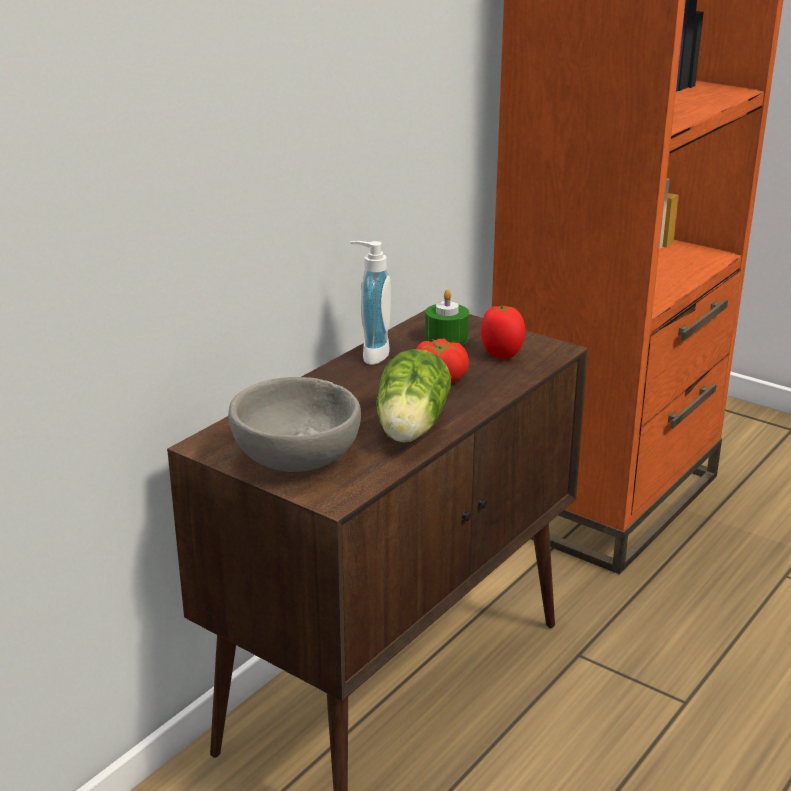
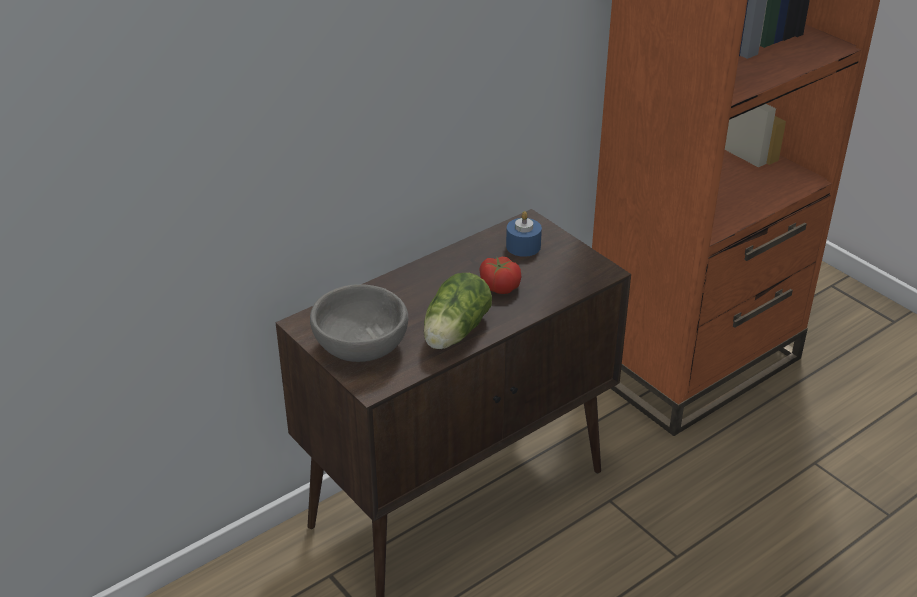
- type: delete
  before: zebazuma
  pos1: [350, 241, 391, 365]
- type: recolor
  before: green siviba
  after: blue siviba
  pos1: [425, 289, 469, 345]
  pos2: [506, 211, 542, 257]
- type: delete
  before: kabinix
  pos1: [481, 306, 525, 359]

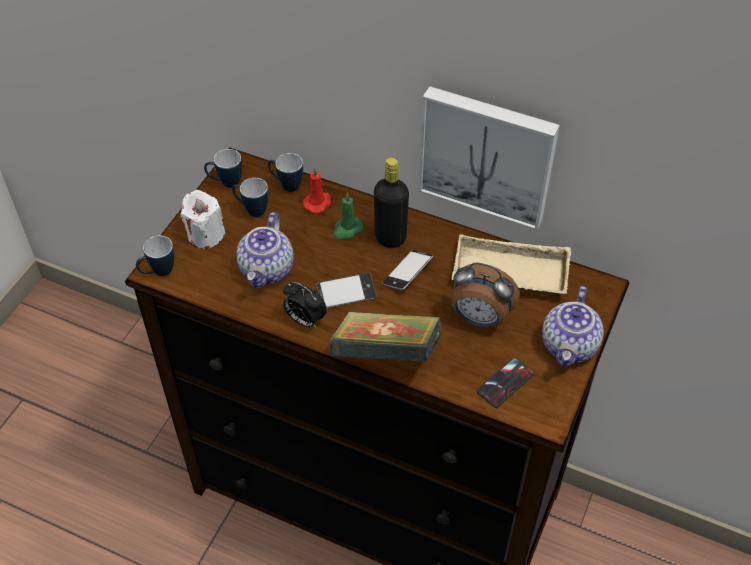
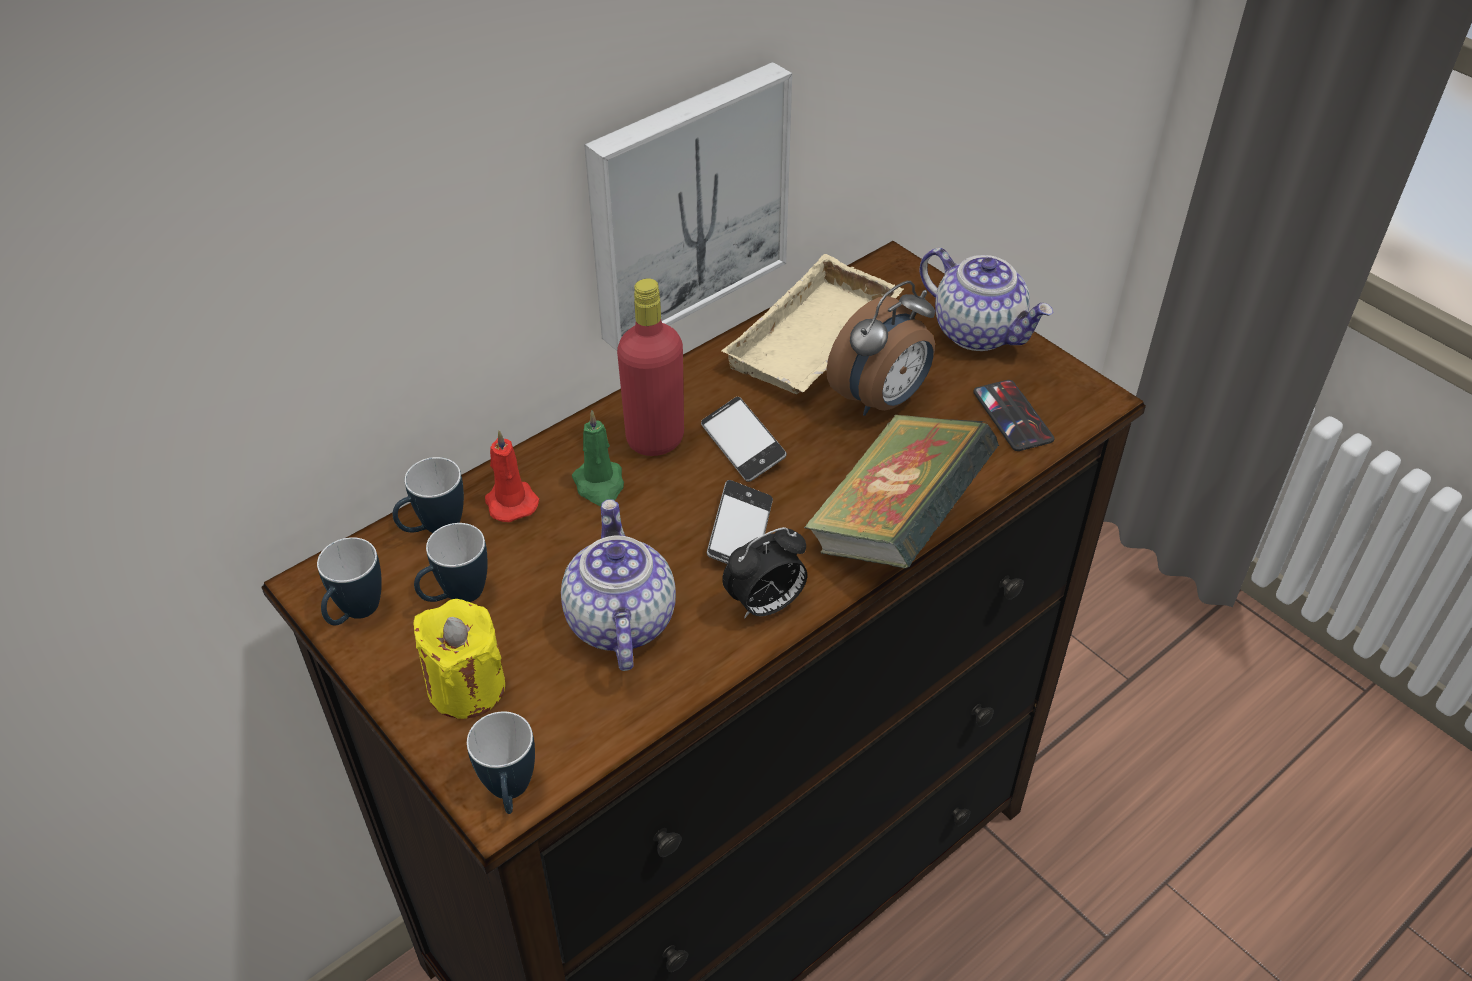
- type: recolor
  before: white siviba
  after: yellow siviba
  pos1: [180, 190, 225, 249]
  pos2: [413, 599, 505, 719]
- type: rotate
  before: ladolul
  pos1: [236, 212, 294, 289]
  pos2: [561, 499, 676, 671]
  turn: -135
- type: recolor
  before: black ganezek
  after: red ganezek
  pos1: [374, 158, 409, 248]
  pos2: [617, 278, 684, 456]

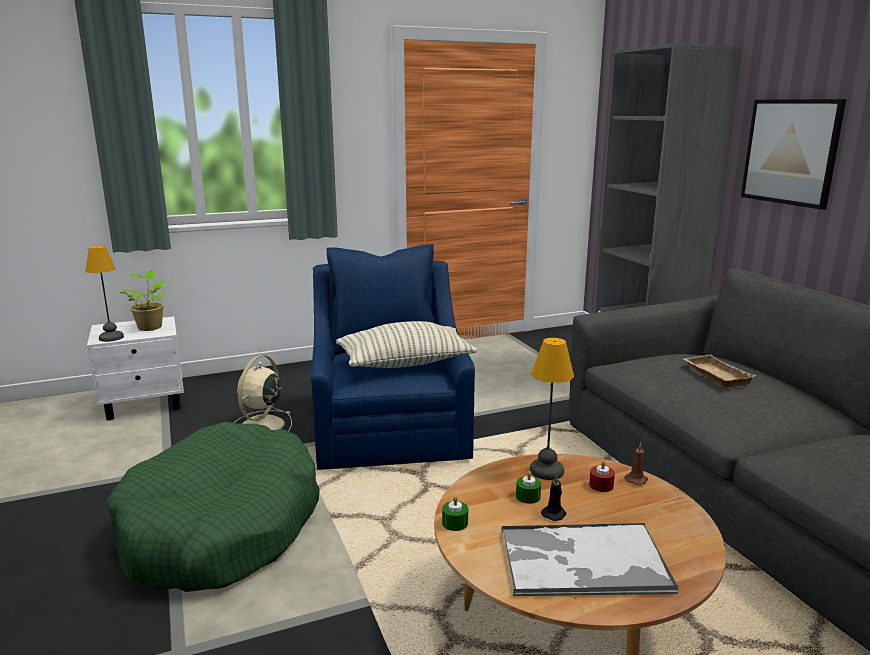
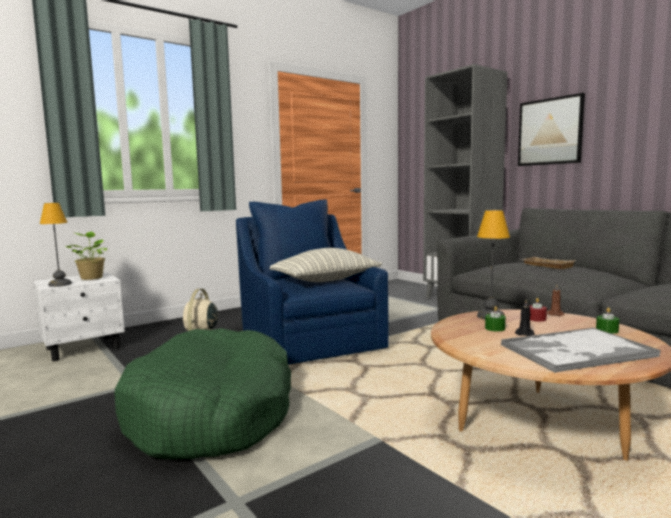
- type: move
  before: green siviba
  pos1: [442, 496, 468, 531]
  pos2: [596, 307, 619, 334]

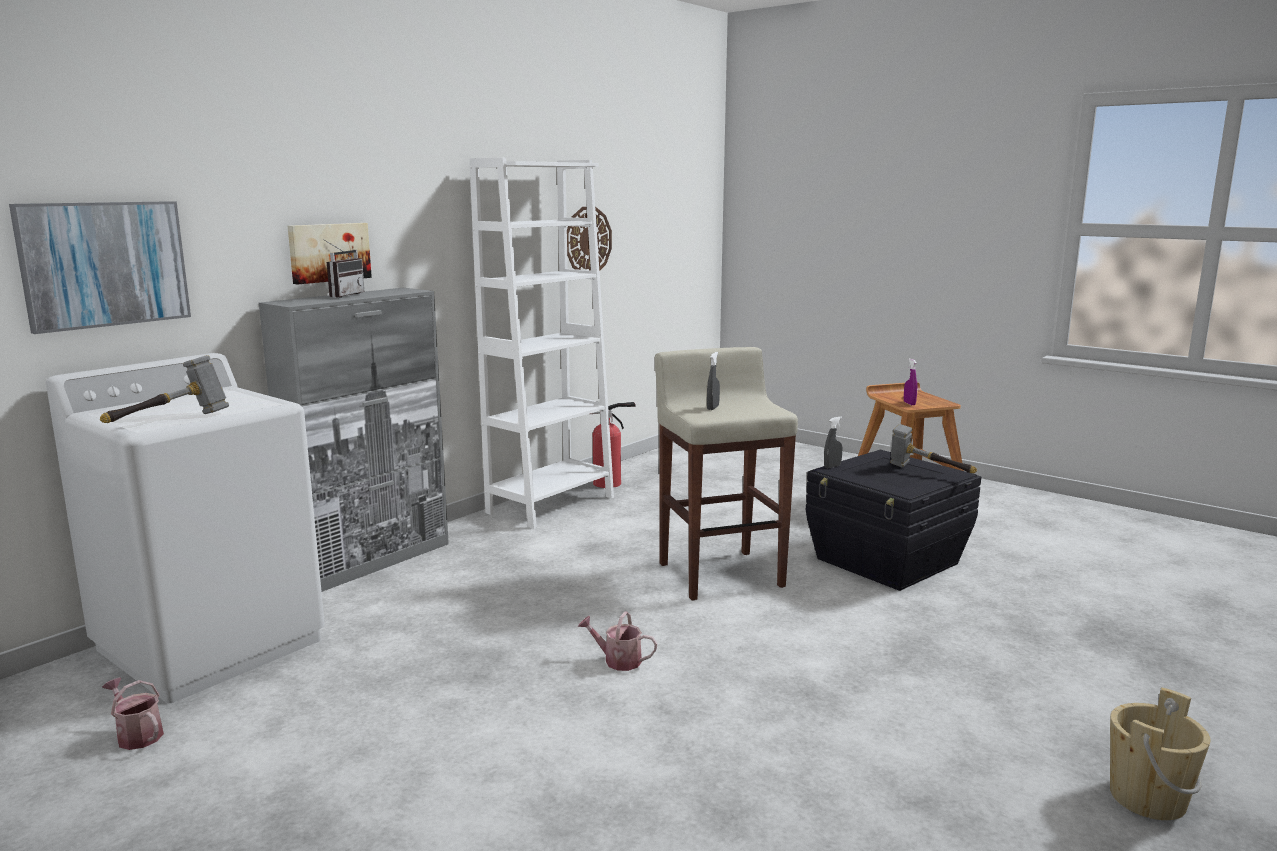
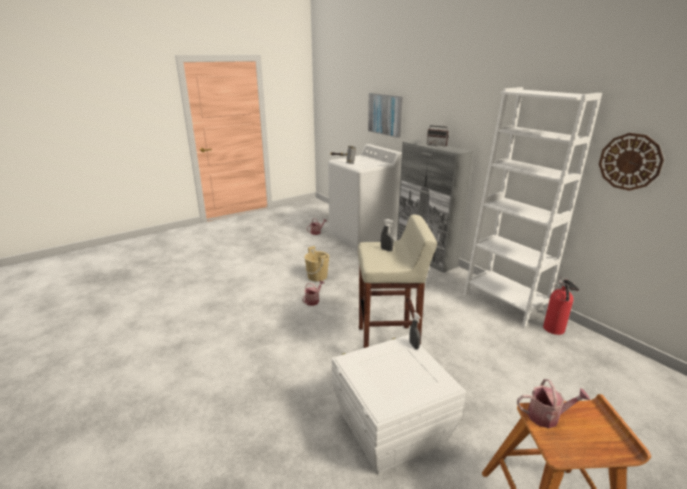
- type: delete
  before: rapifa
  pos1: [288, 223, 372, 285]
- type: recolor
  before: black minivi
  after: white minivi
  pos1: [806, 450, 981, 591]
  pos2: [332, 334, 466, 474]
- type: delete
  before: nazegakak
  pos1: [890, 424, 977, 473]
- type: replace
  before: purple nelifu
  after: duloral
  pos1: [904, 359, 917, 405]
  pos2: [517, 379, 590, 428]
- type: move
  before: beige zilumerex
  pos1: [1110, 687, 1211, 820]
  pos2: [305, 246, 329, 282]

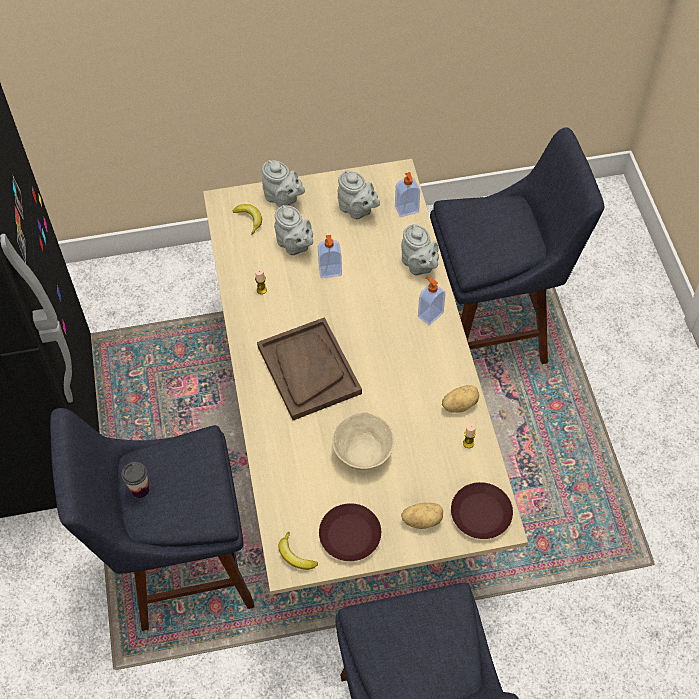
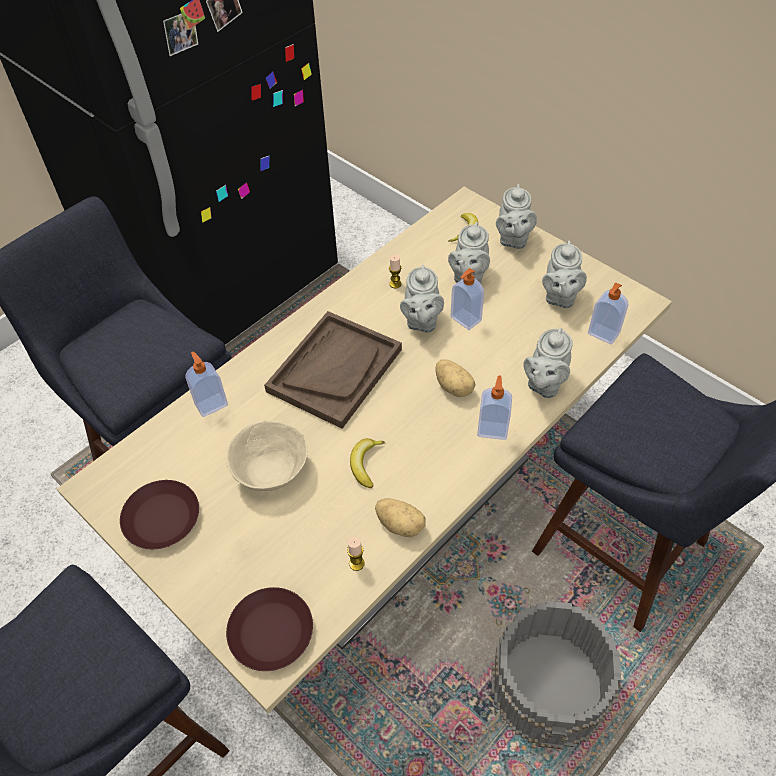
- type: delete
  before: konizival
  pos1: [121, 462, 149, 498]
- type: move
  before: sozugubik
  pos1: [278, 532, 318, 570]
  pos2: [350, 438, 385, 488]
- type: move
  before: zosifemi
  pos1: [401, 503, 443, 529]
  pos2: [435, 359, 476, 397]
- type: insert
  after: zebazuma
  pos2: [185, 352, 228, 417]
- type: insert
  after: grey ladolul
  pos2: [400, 264, 444, 333]
- type: insert
  after: grey zilumerex
  pos2: [491, 601, 621, 749]

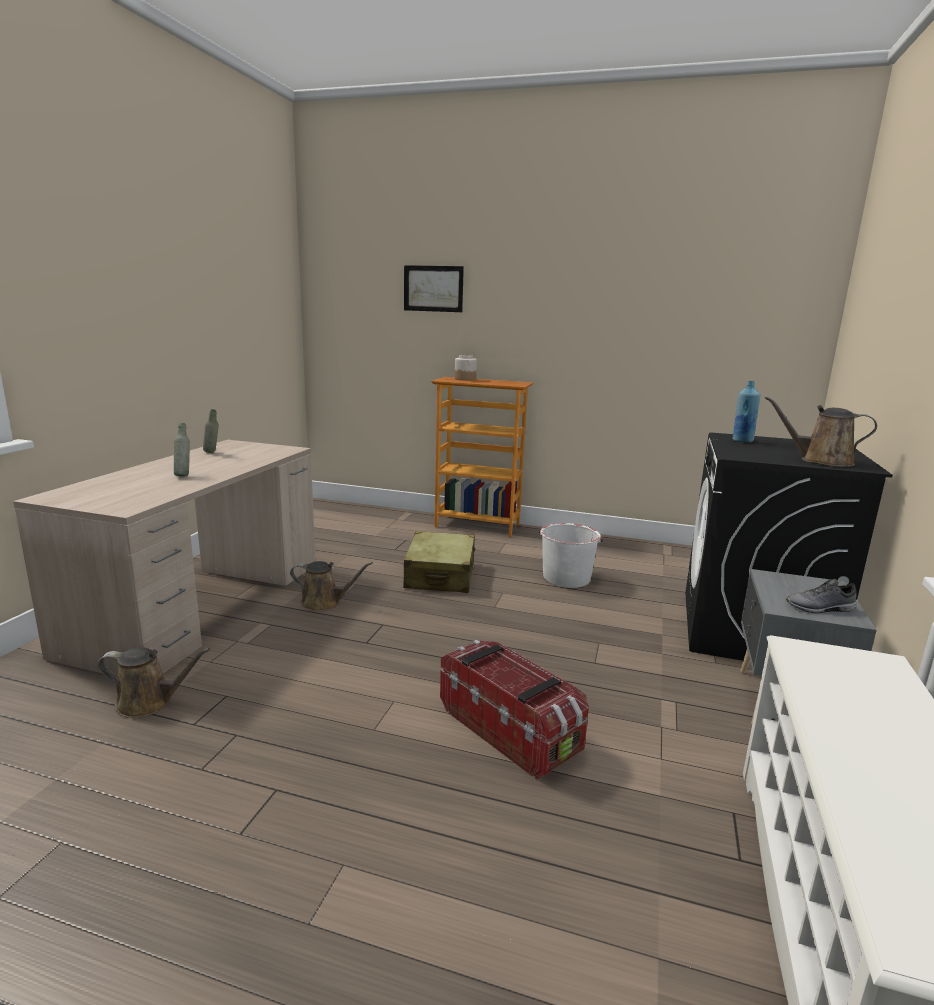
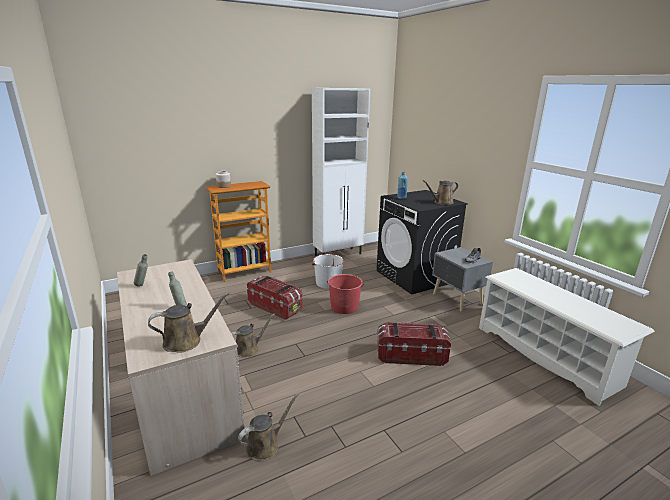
- type: replace
  before: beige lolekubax
  after: minivi
  pos1: [403, 531, 475, 593]
  pos2: [247, 276, 303, 320]
- type: delete
  before: rapifa
  pos1: [404, 265, 464, 312]
- type: insert
  after: brown duloral
  pos2: [148, 292, 229, 353]
- type: insert
  after: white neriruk
  pos2: [312, 88, 370, 256]
- type: insert
  after: red zilumerex
  pos2: [327, 274, 364, 314]

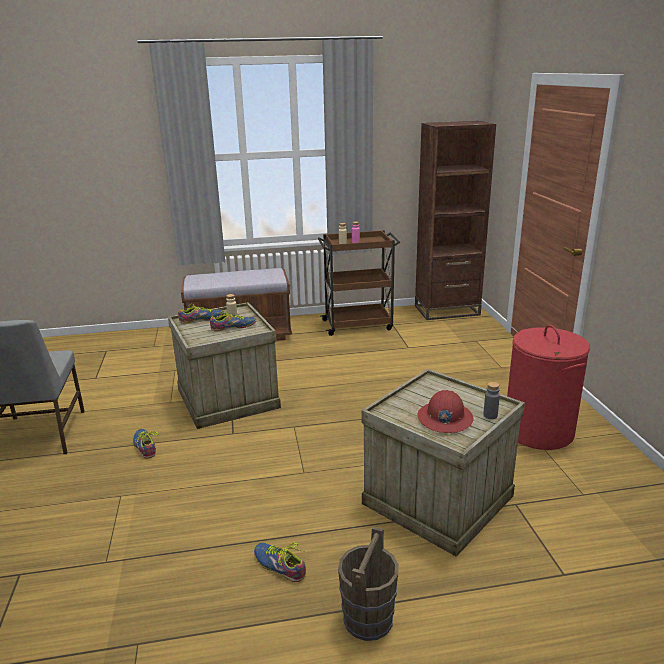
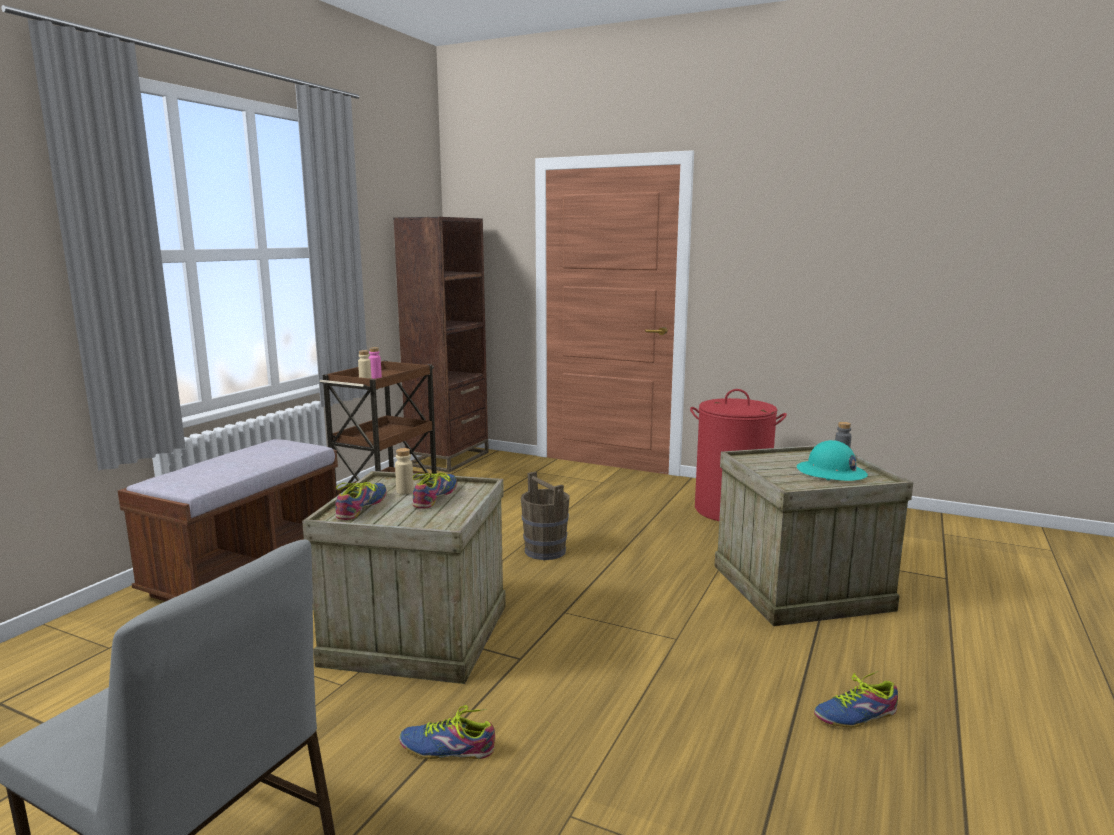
- type: move
  before: brown zilumerex
  pos1: [338, 526, 399, 641]
  pos2: [521, 472, 570, 560]
- type: recolor
  before: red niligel
  after: turquoise niligel
  pos1: [417, 390, 474, 433]
  pos2: [797, 440, 868, 481]

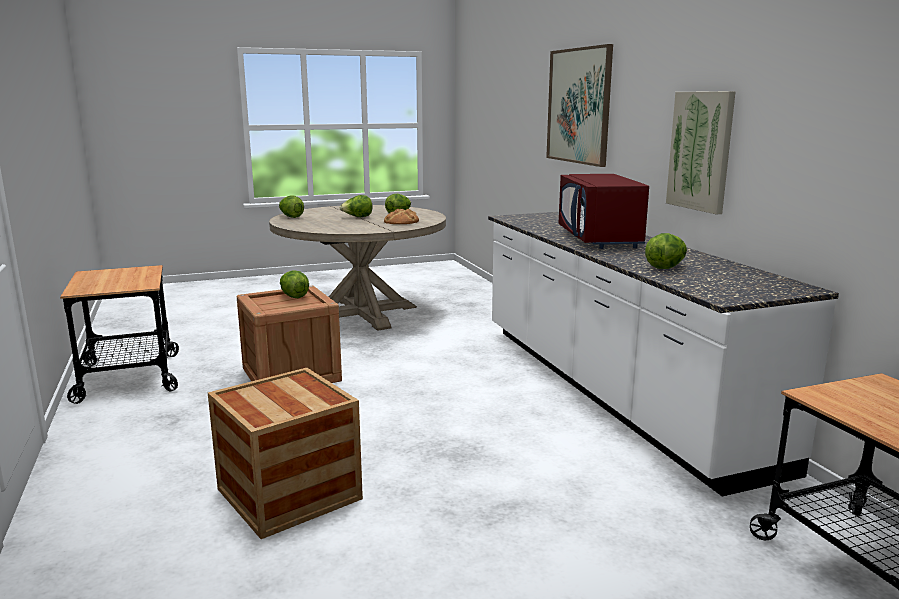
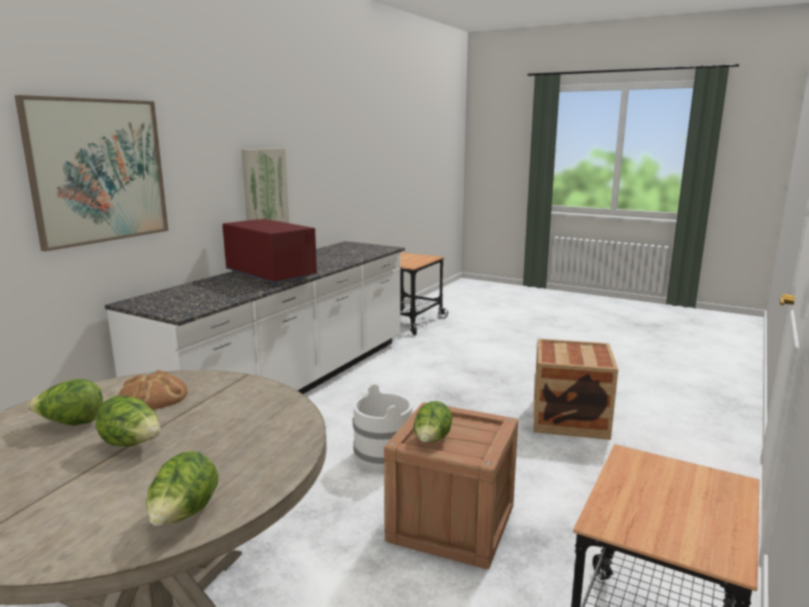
- type: rotate
  before: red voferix
  pos1: [559, 174, 649, 249]
  pos2: [222, 219, 317, 285]
  turn: -90
- type: delete
  before: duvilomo
  pos1: [645, 233, 687, 269]
- type: insert
  after: white zilumerex
  pos2: [353, 383, 412, 473]

